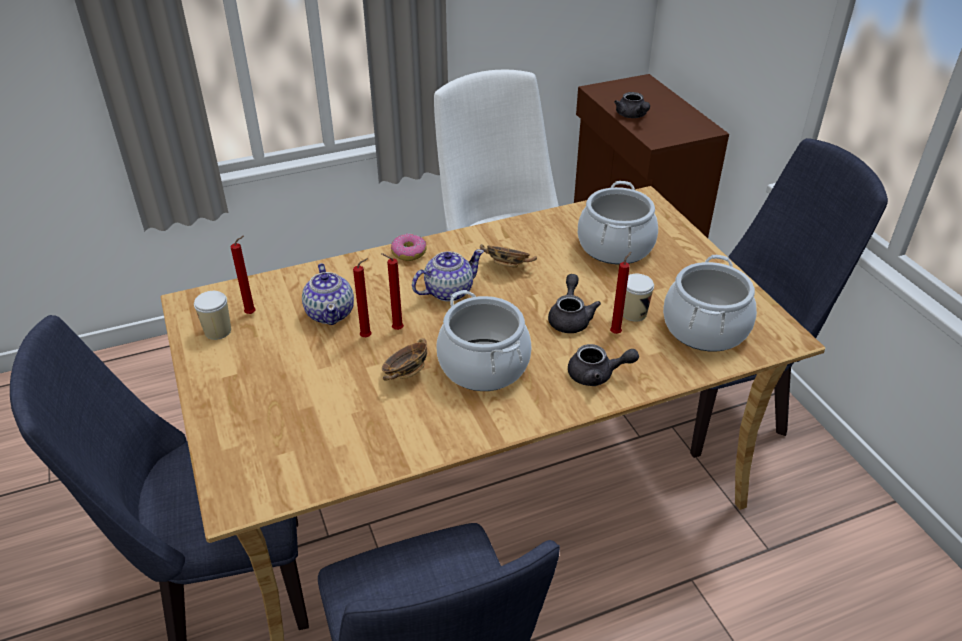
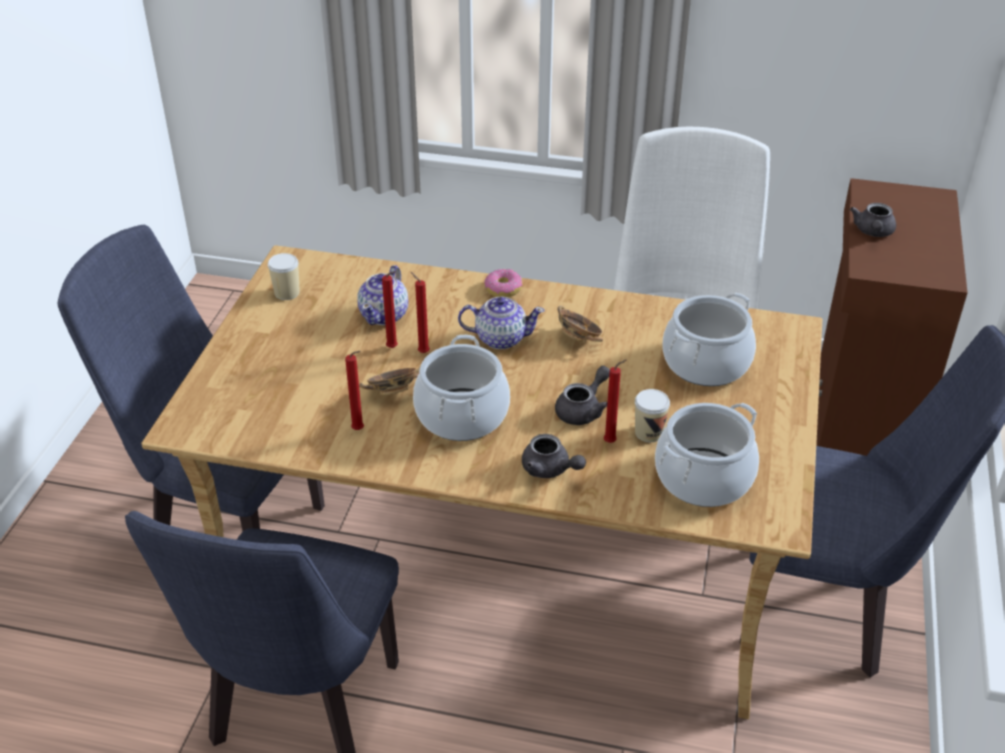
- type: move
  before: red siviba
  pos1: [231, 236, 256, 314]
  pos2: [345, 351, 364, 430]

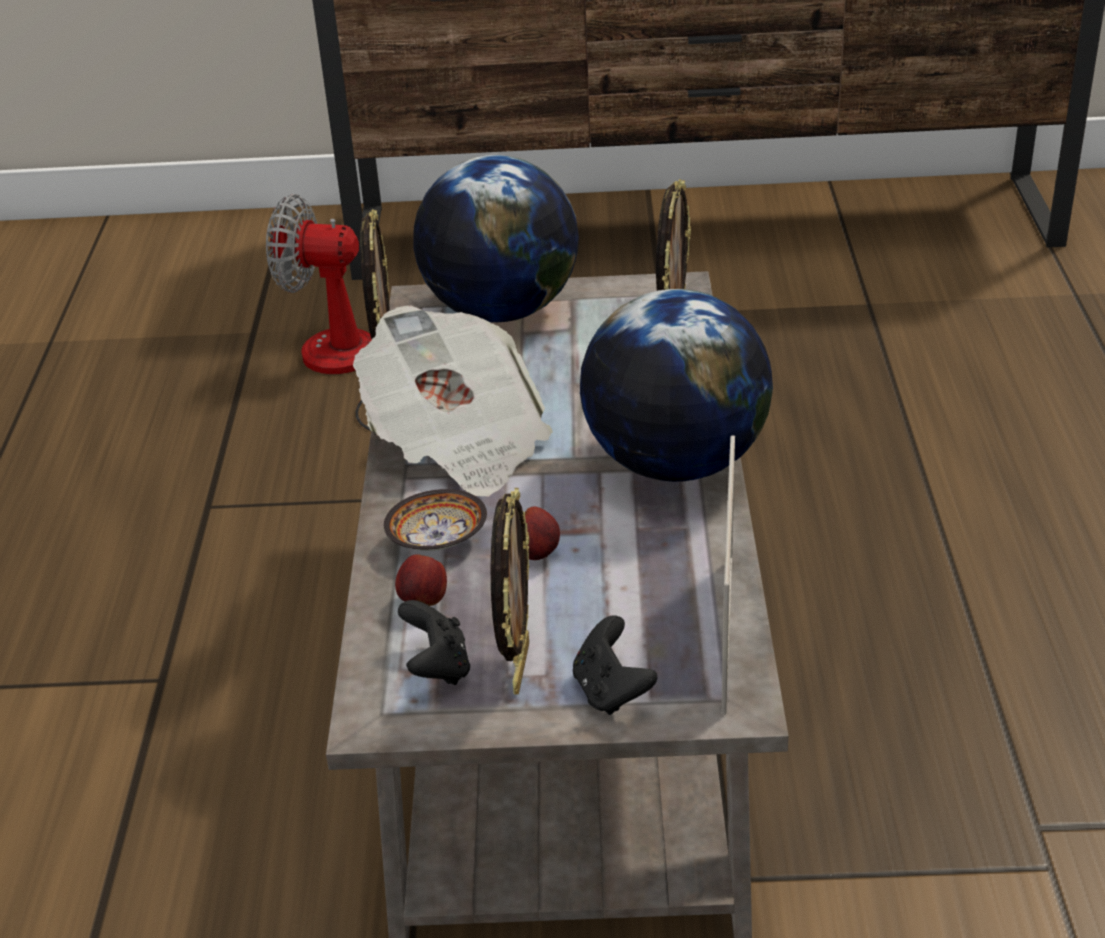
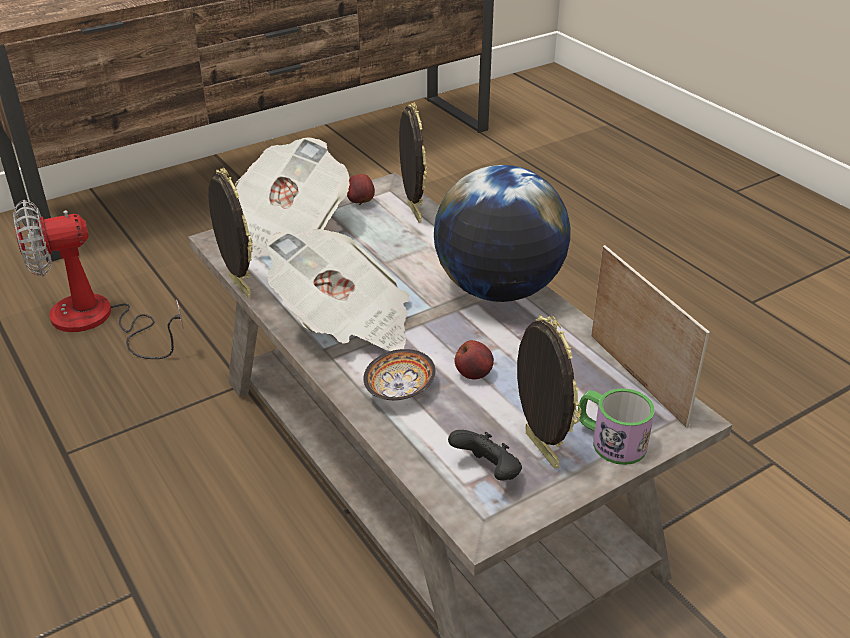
- type: move
  before: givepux
  pos1: [395, 554, 447, 606]
  pos2: [347, 174, 375, 205]
- type: replace
  before: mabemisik
  after: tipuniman
  pos1: [413, 155, 579, 322]
  pos2: [235, 137, 350, 258]
- type: replace
  before: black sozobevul
  after: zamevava
  pos1: [573, 615, 657, 715]
  pos2: [578, 388, 654, 465]

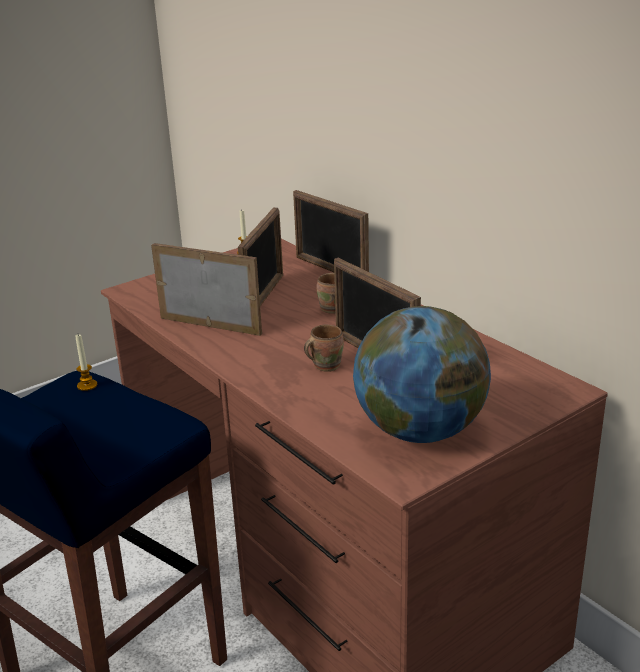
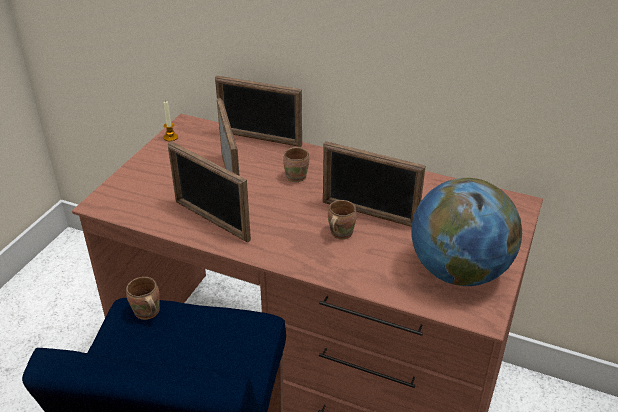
- type: replace
  before: siviba
  after: brown zamevava
  pos1: [75, 334, 97, 391]
  pos2: [126, 277, 160, 320]
- type: rotate
  before: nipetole
  pos1: [151, 243, 262, 336]
  pos2: [168, 141, 251, 243]
  turn: -135

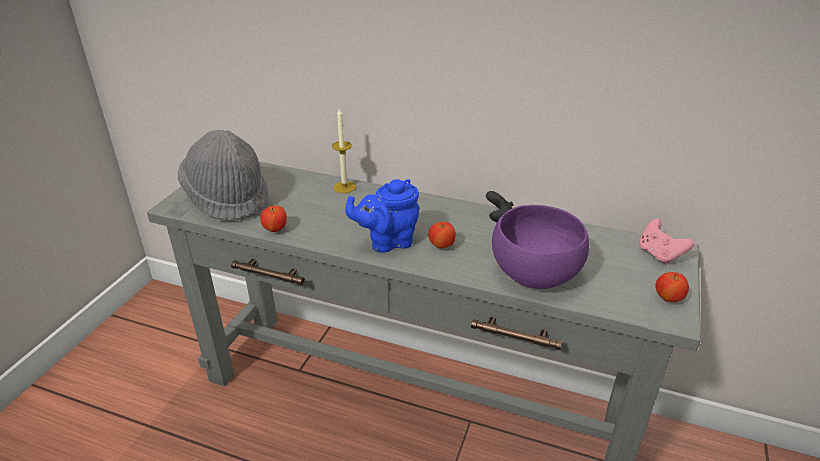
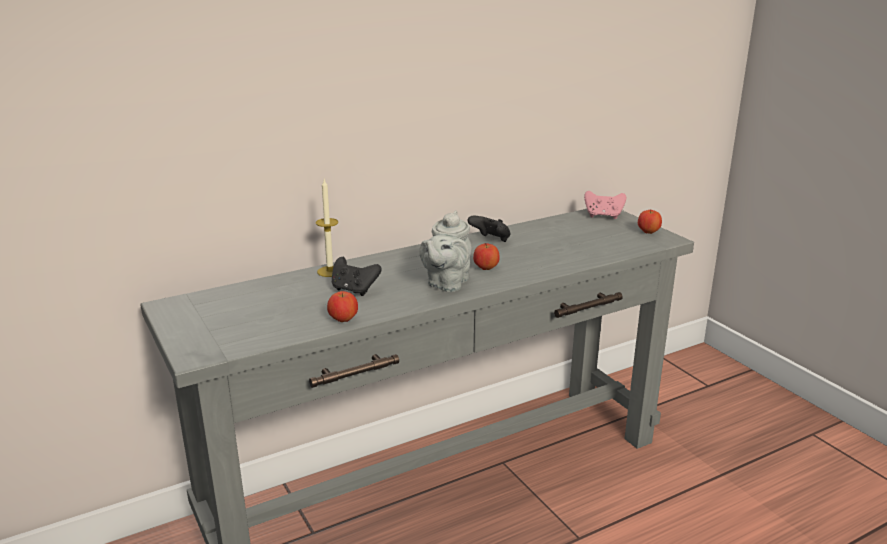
- type: delete
  before: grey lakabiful
  pos1: [178, 130, 268, 221]
- type: recolor
  before: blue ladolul
  after: grey ladolul
  pos1: [345, 179, 419, 253]
  pos2: [419, 210, 472, 292]
- type: delete
  before: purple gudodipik
  pos1: [492, 205, 589, 289]
- type: insert
  after: black sozobevul
  pos2: [332, 257, 382, 296]

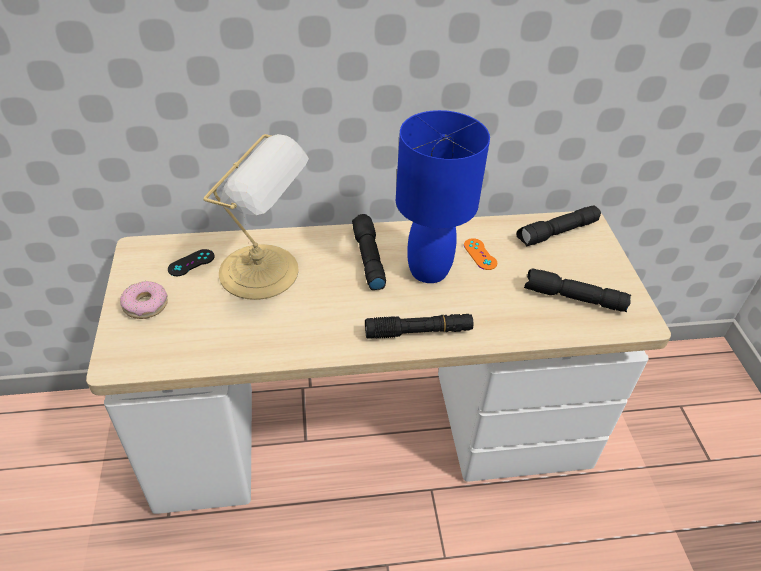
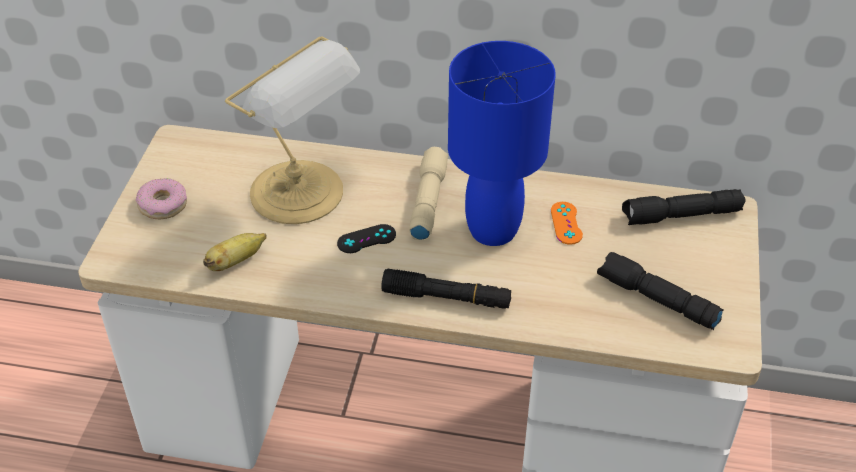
- type: move
  before: black sozobevul
  pos1: [168, 249, 214, 276]
  pos2: [337, 224, 396, 253]
- type: recolor
  before: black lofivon
  after: beige lofivon
  pos1: [352, 214, 386, 290]
  pos2: [409, 147, 448, 240]
- type: insert
  after: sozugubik
  pos2: [203, 233, 266, 271]

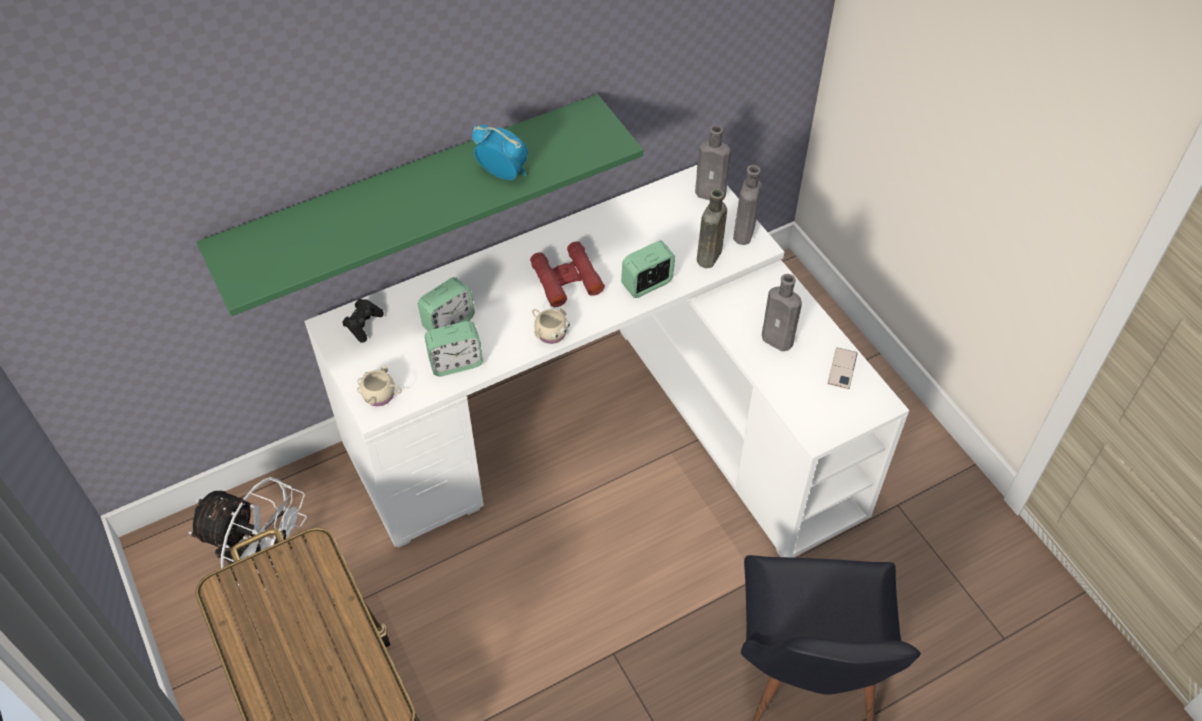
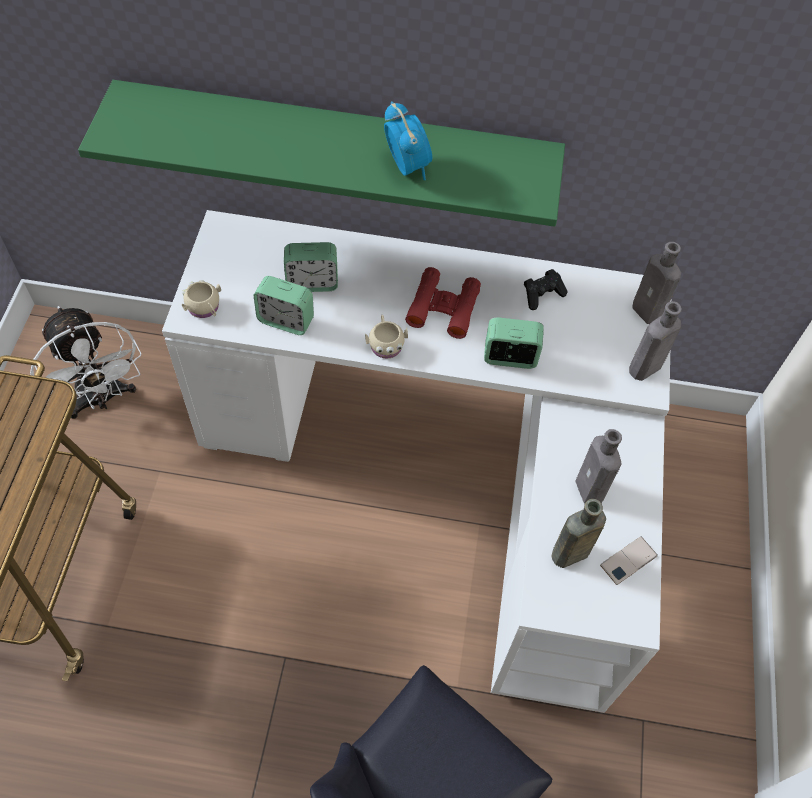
- type: move
  before: black sozobevul
  pos1: [342, 299, 384, 343]
  pos2: [524, 269, 568, 310]
- type: move
  before: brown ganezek
  pos1: [697, 188, 727, 268]
  pos2: [551, 499, 606, 568]

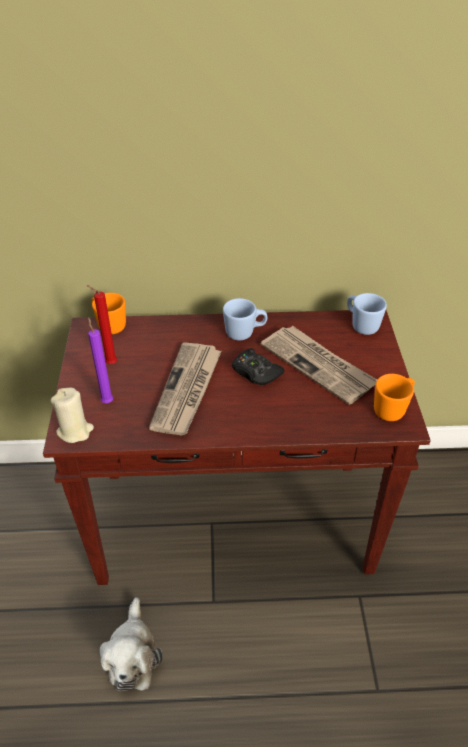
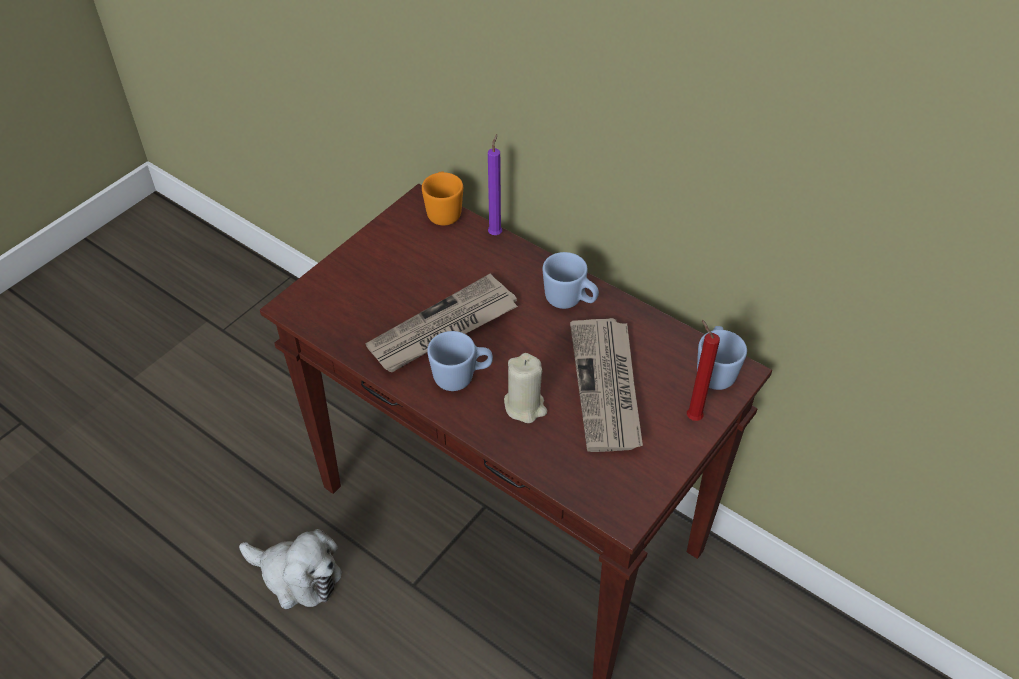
- type: move
  before: beige siviba
  pos1: [51, 388, 94, 443]
  pos2: [504, 353, 547, 423]
- type: move
  before: red siviba
  pos1: [87, 285, 117, 364]
  pos2: [687, 320, 720, 421]
- type: move
  before: purple siviba
  pos1: [88, 317, 113, 403]
  pos2: [488, 134, 502, 235]
- type: rotate
  before: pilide
  pos1: [100, 597, 163, 691]
  pos2: [239, 529, 342, 609]
  turn: -105
- type: delete
  before: black sozobevul
  pos1: [232, 348, 285, 385]
- type: delete
  before: orange zamevava
  pos1: [374, 374, 415, 421]
- type: insert
  after: blue zamevava
  pos2: [427, 331, 493, 391]

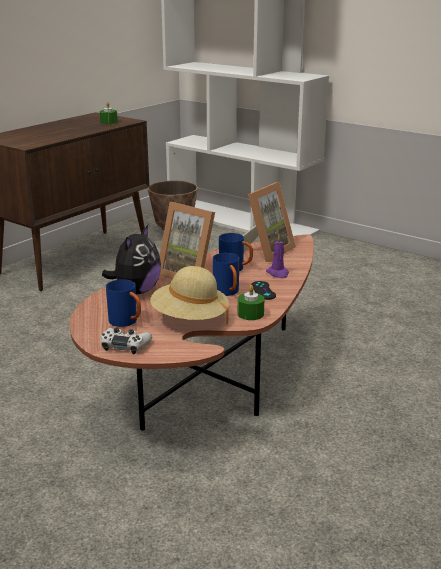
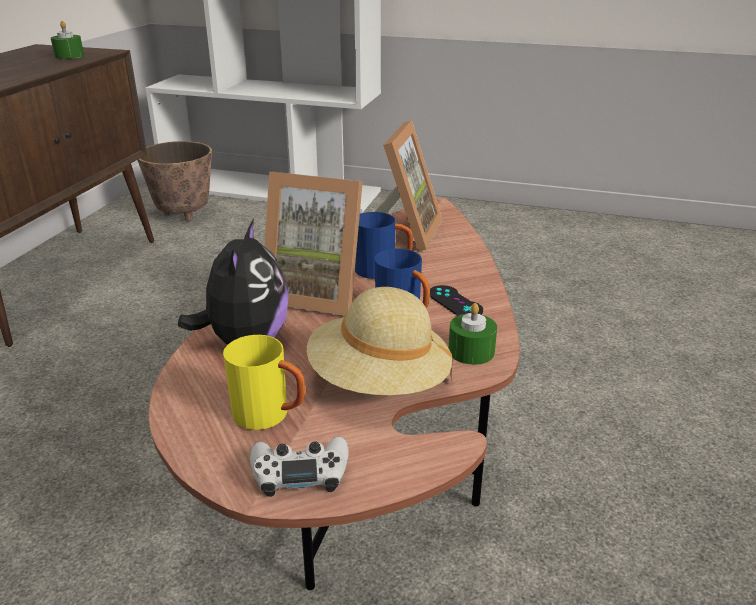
- type: recolor
  before: blue zamevava
  after: yellow zamevava
  pos1: [106, 279, 141, 327]
  pos2: [223, 335, 305, 430]
- type: delete
  before: purple siviba
  pos1: [266, 234, 289, 278]

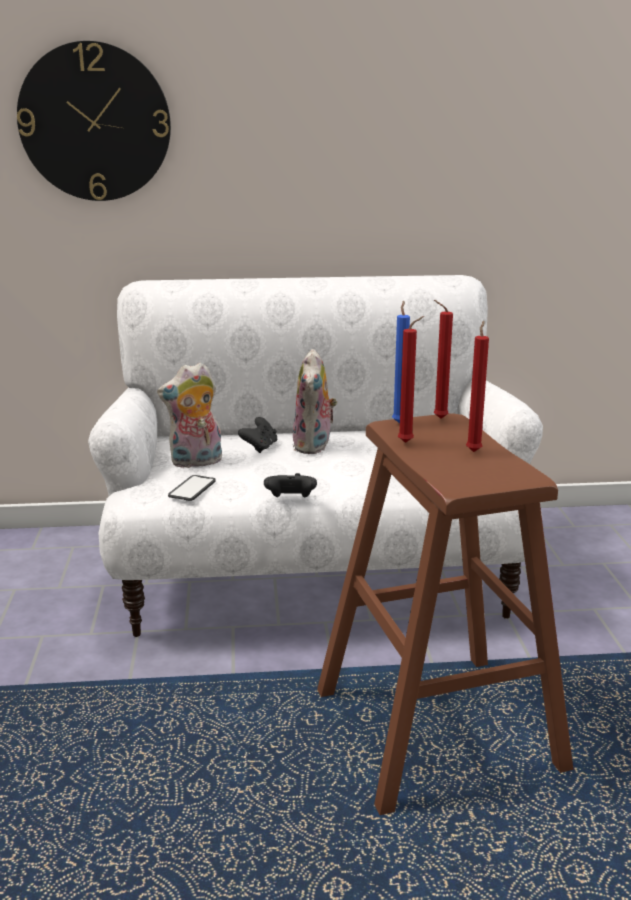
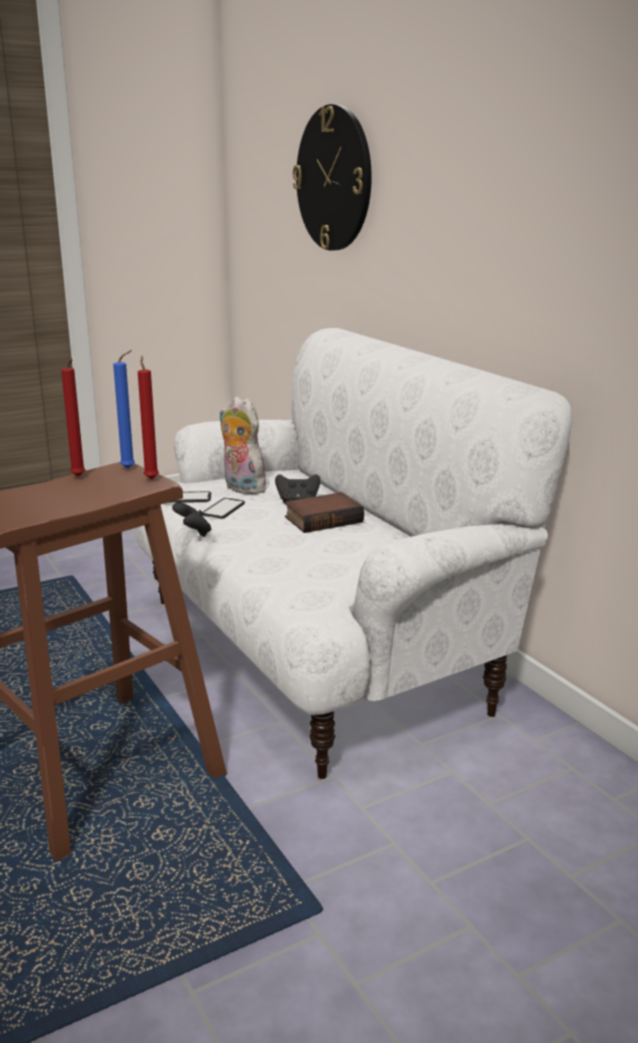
- type: replace
  before: pilide
  after: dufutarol
  pos1: [293, 349, 337, 454]
  pos2: [285, 492, 364, 533]
- type: delete
  before: red siviba
  pos1: [466, 321, 489, 452]
- type: insert
  after: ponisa
  pos2: [203, 498, 245, 519]

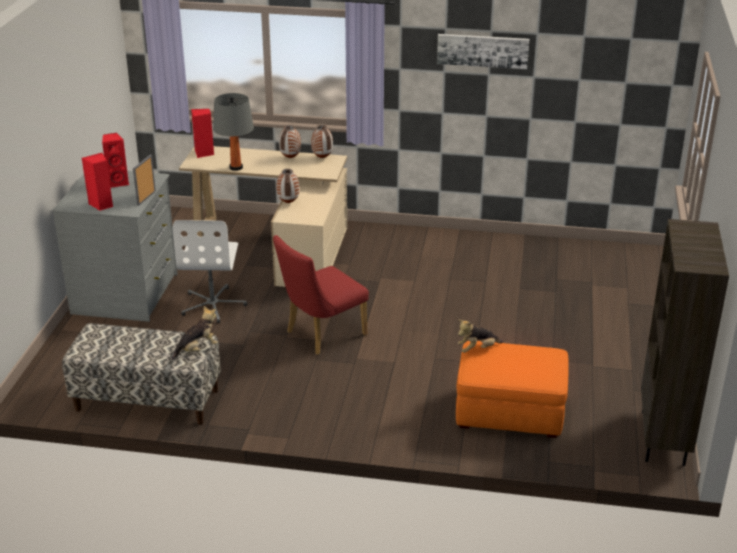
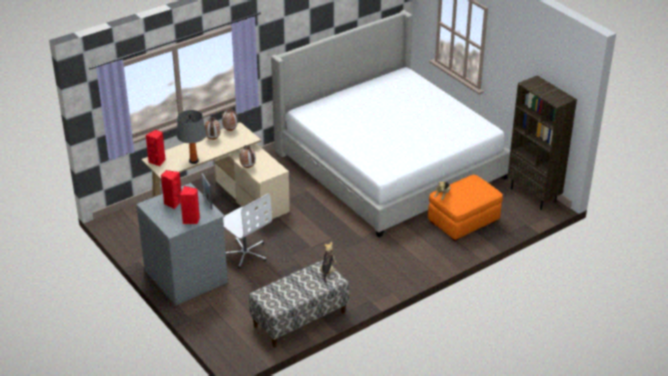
- type: delete
  before: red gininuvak
  pos1: [273, 235, 369, 355]
- type: delete
  before: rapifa
  pos1: [437, 34, 530, 69]
- type: insert
  after: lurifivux
  pos2: [271, 10, 510, 237]

